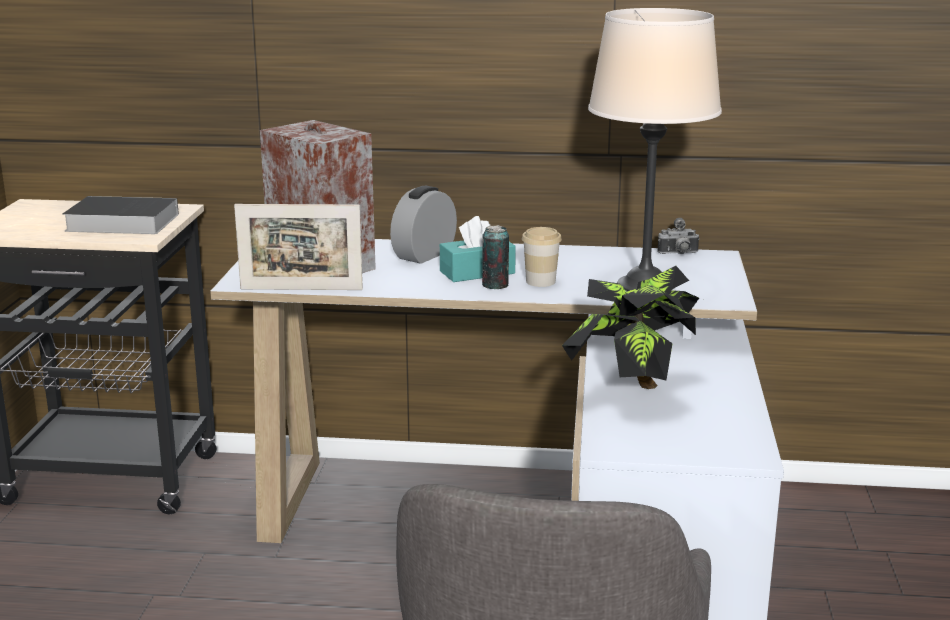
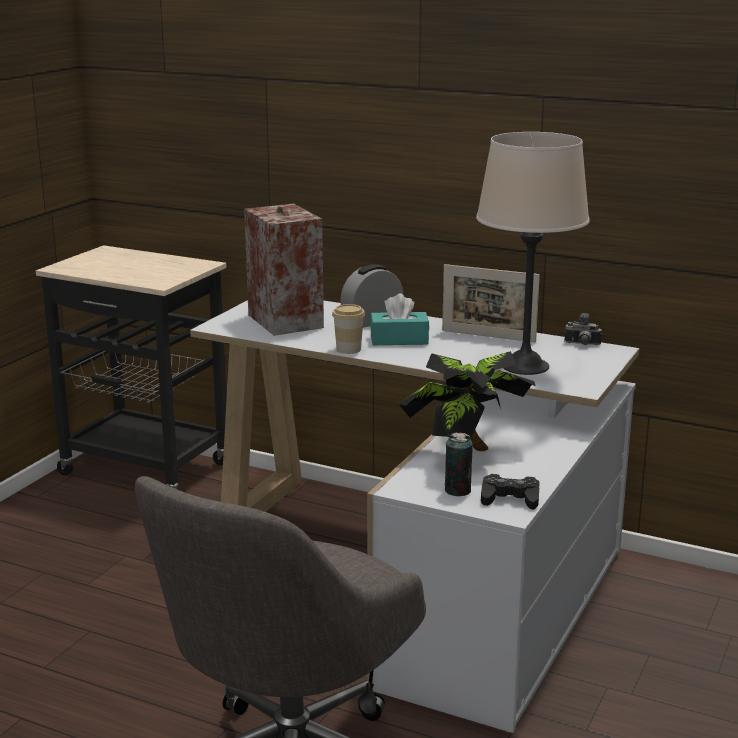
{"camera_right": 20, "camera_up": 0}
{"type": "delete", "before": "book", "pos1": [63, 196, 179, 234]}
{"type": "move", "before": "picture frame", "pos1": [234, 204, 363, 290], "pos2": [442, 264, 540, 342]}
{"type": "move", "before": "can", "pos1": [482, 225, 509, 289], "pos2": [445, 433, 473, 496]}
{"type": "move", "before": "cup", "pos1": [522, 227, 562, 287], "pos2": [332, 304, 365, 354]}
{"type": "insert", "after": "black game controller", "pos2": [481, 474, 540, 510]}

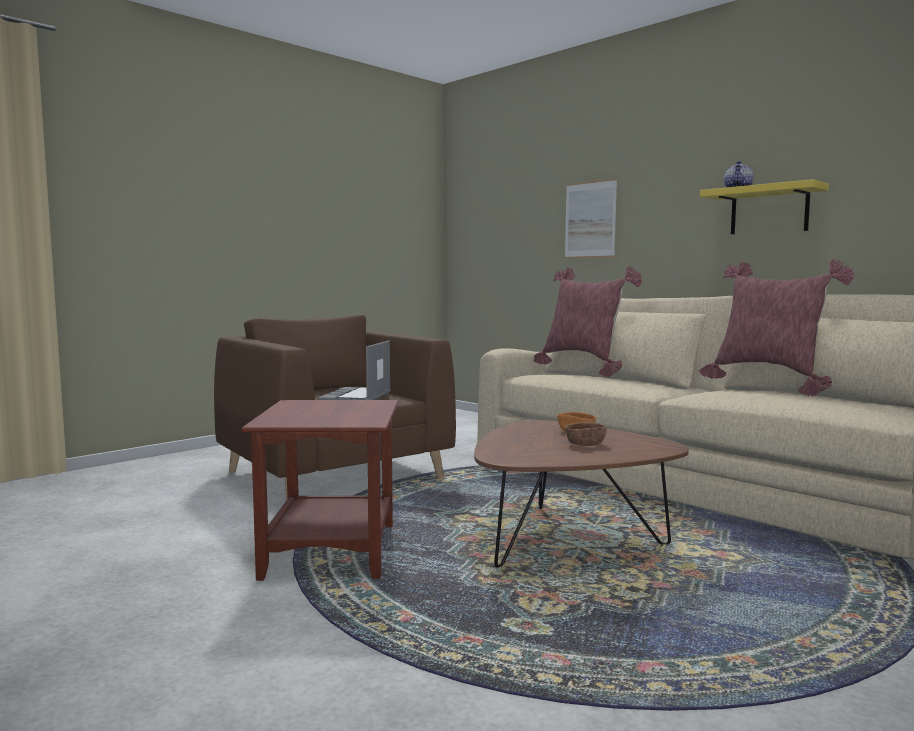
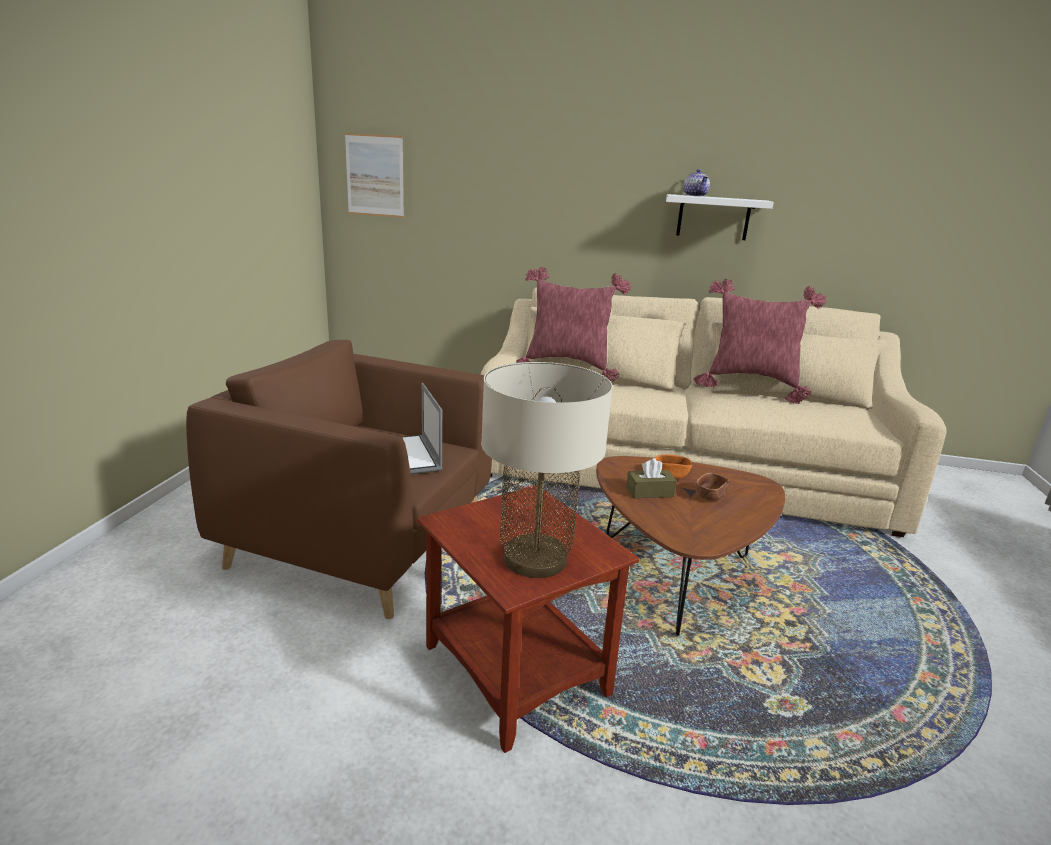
{"camera_right": -35, "camera_up": 15}
{"type": "move", "before": "picture", "pos1": [565, 178, 617, 258], "pos2": [345, 133, 404, 218]}
{"type": "recolor", "before": "yellow shelf", "after": "white shelf", "pos1": [700, 179, 829, 234], "pos2": [666, 194, 774, 240]}
{"type": "insert", "after": "table lamp", "pos2": [481, 362, 613, 578]}
{"type": "insert", "after": "brown tissue box", "pos2": [626, 458, 677, 498]}

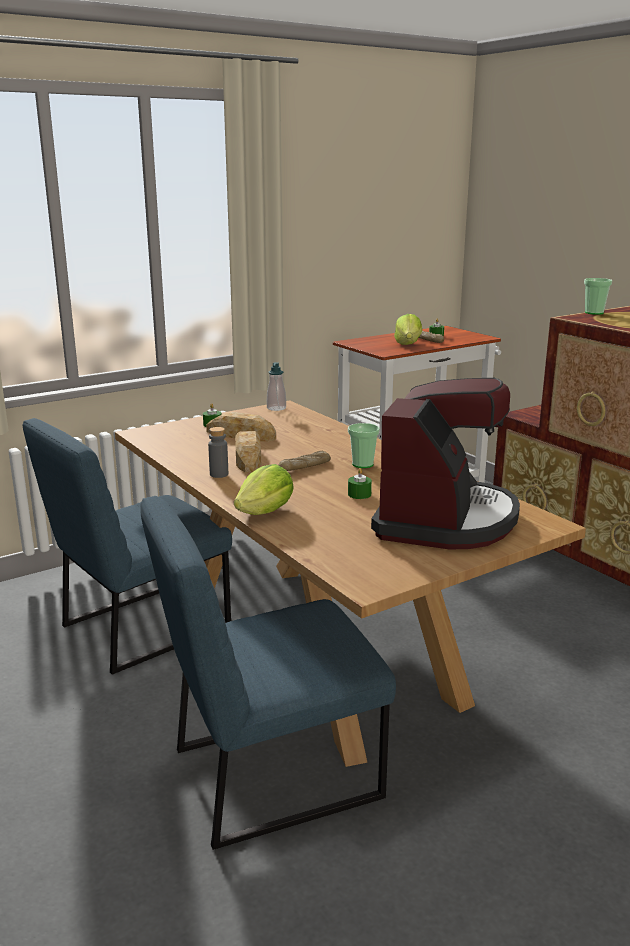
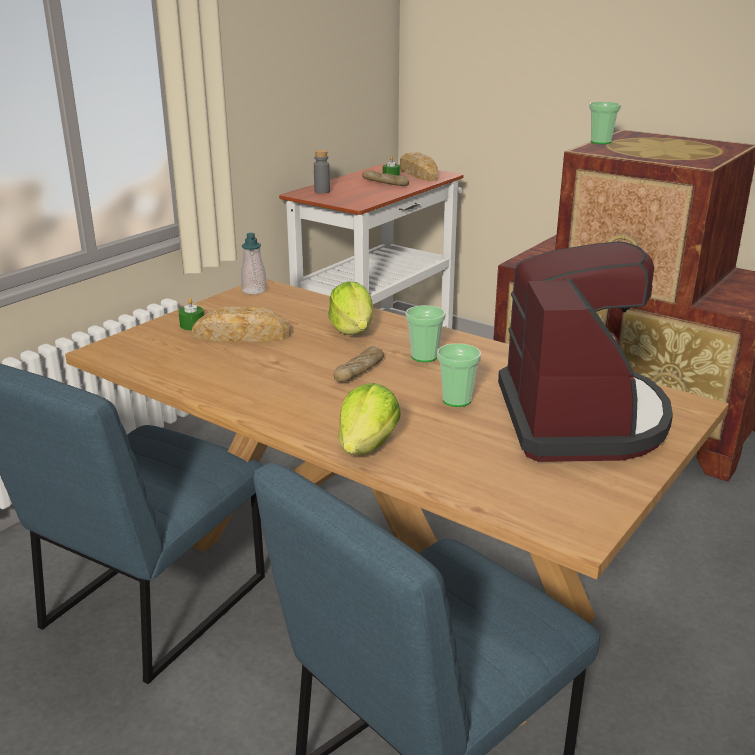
{"camera_right": -20, "camera_up": 5}
{"type": "move", "before": "lettuce", "pos1": [394, 314, 422, 345], "pos2": [328, 281, 374, 335]}
{"type": "move", "before": "grey bottle", "pos1": [208, 427, 228, 478], "pos2": [314, 150, 330, 194]}
{"type": "move", "before": "bread", "pos1": [235, 431, 261, 473], "pos2": [400, 152, 438, 181]}
{"type": "replace", "before": "green candle", "after": "cup", "pos1": [348, 468, 372, 499], "pos2": [437, 343, 481, 407]}

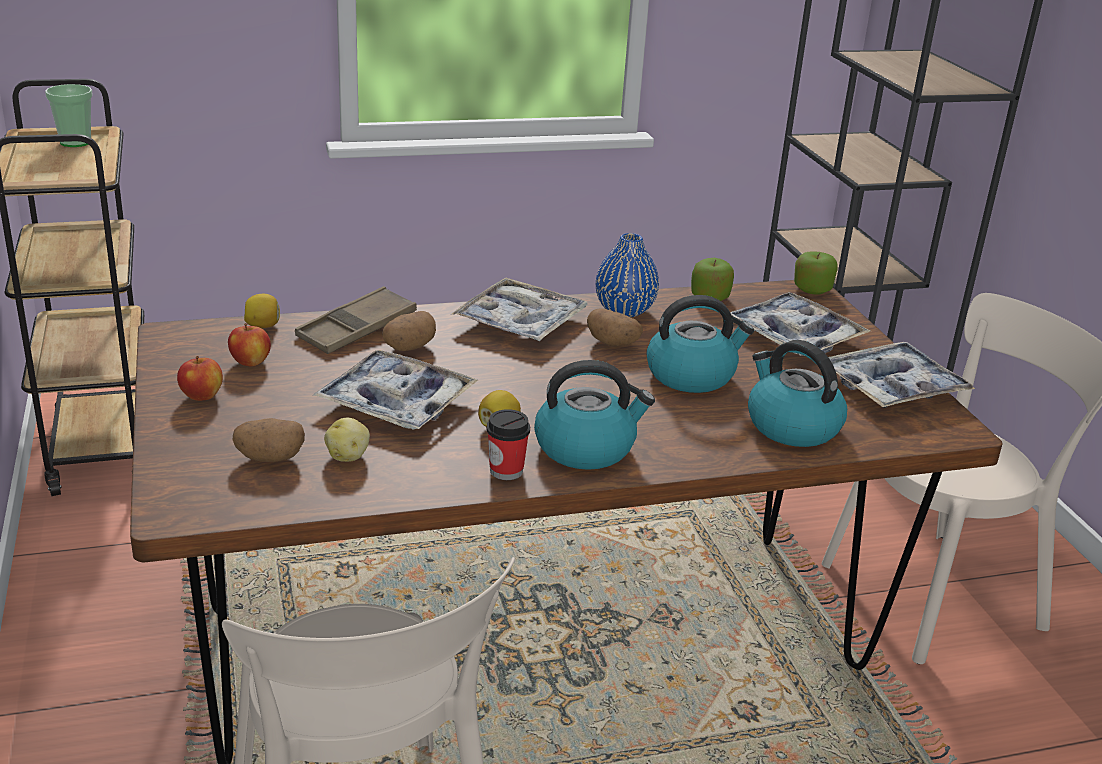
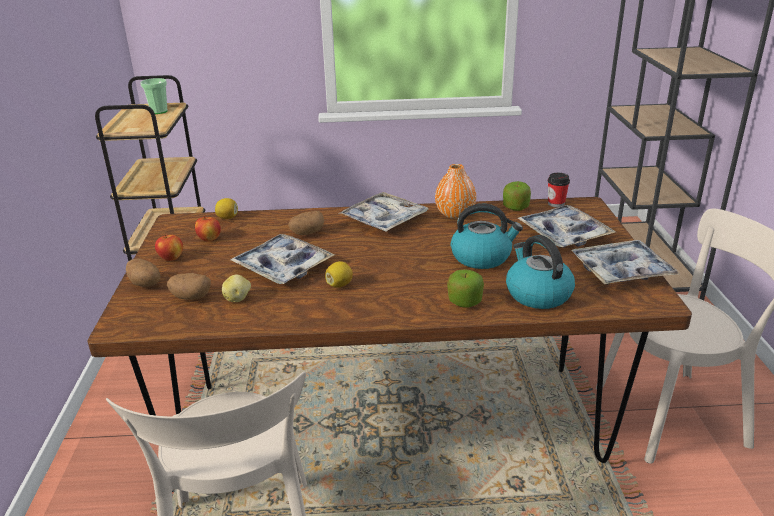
{"camera_right": 15, "camera_up": 0}
{"type": "recolor", "before": "blue vase", "after": "orange vase", "pos1": [596, 233, 659, 317], "pos2": [435, 164, 476, 219]}
{"type": "move", "before": "apple", "pos1": [794, 251, 837, 295], "pos2": [447, 270, 484, 308]}
{"type": "delete", "before": "brown tray", "pos1": [295, 286, 417, 354]}
{"type": "move", "before": "potato", "pos1": [587, 308, 643, 346], "pos2": [126, 259, 160, 287]}
{"type": "delete", "before": "kettle", "pos1": [534, 360, 655, 470]}
{"type": "move", "before": "cup", "pos1": [486, 409, 530, 480], "pos2": [548, 173, 570, 207]}

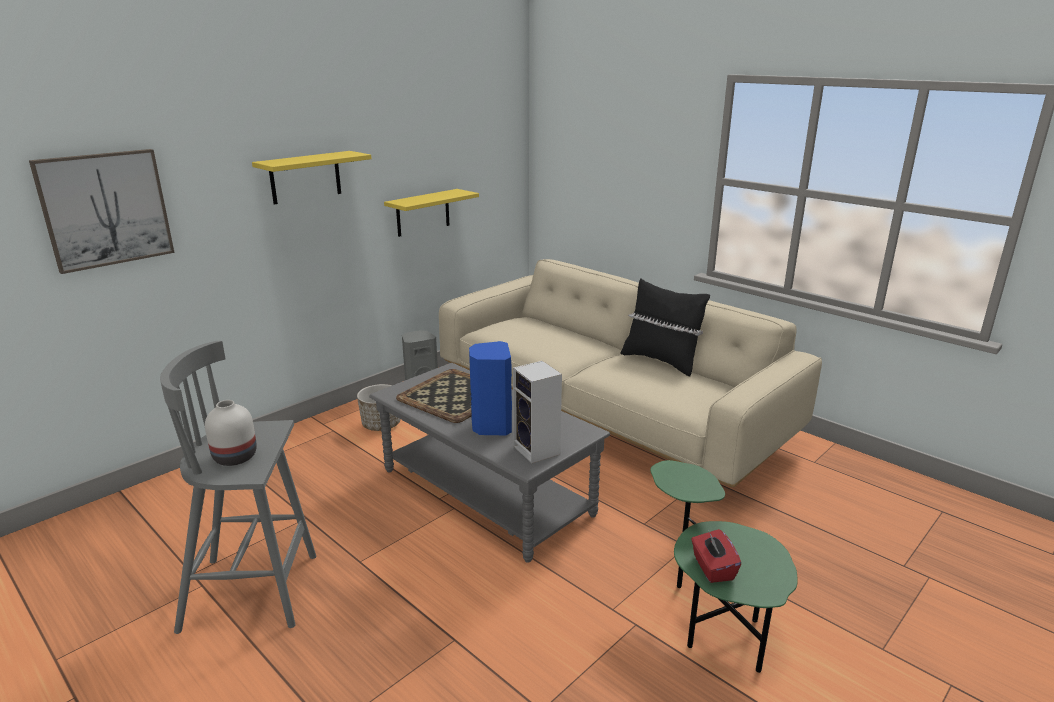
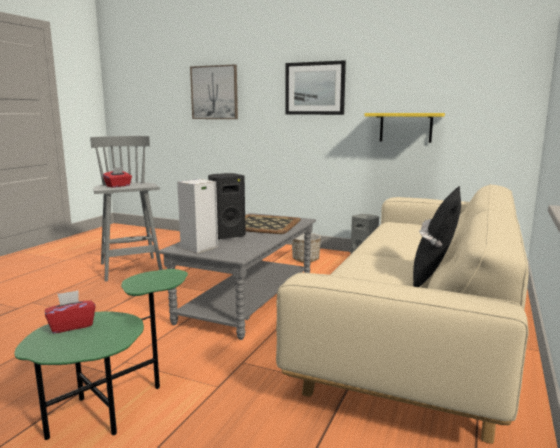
{"camera_right": 70, "camera_up": -10}
{"type": "replace", "before": "yellow shelf", "after": "picture", "pos1": [252, 151, 372, 204], "pos2": [285, 60, 346, 115]}
{"type": "recolor", "before": "blue speaker", "after": "black speaker", "pos1": [469, 341, 512, 435], "pos2": [208, 173, 246, 240]}
{"type": "replace", "before": "white vase", "after": "red tissue box", "pos1": [205, 400, 257, 466], "pos2": [103, 167, 132, 187]}

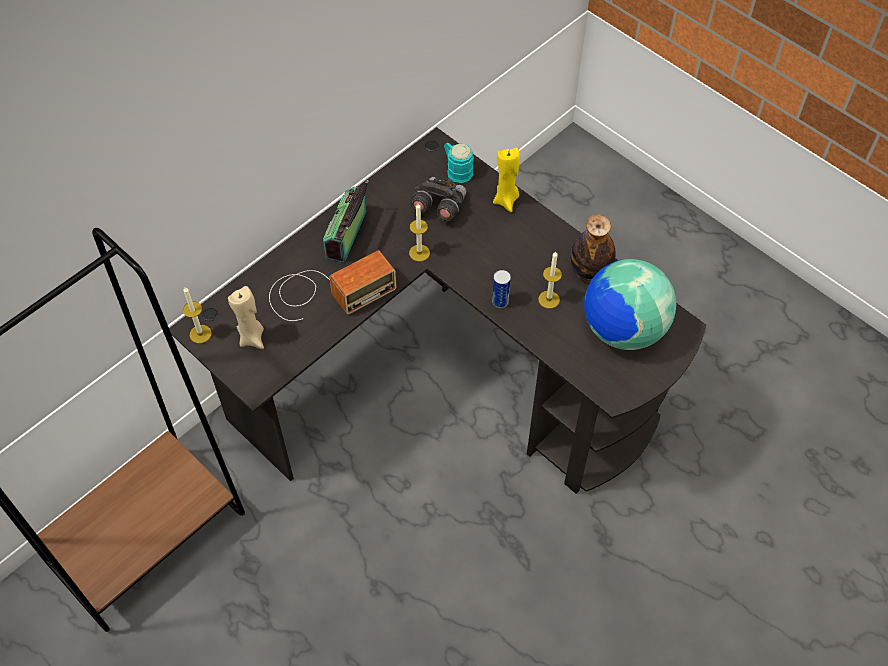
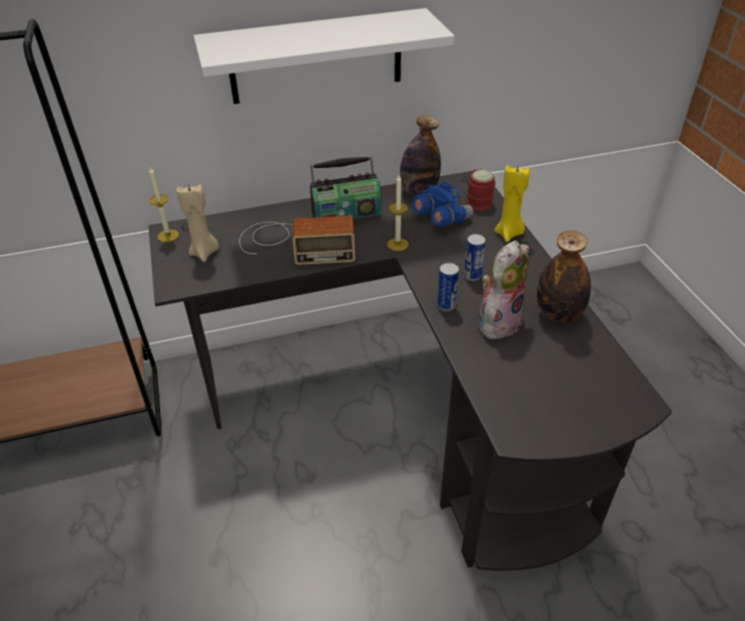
{"camera_right": 30, "camera_up": -15}
{"type": "recolor", "before": "turquoise mug", "after": "red mug", "pos1": [444, 142, 474, 183], "pos2": [466, 169, 495, 210]}
{"type": "recolor", "before": "grey binoculars", "after": "blue binoculars", "pos1": [410, 175, 467, 221], "pos2": [412, 181, 473, 227]}
{"type": "rotate", "before": "radio", "pos1": [323, 180, 369, 263], "pos2": [310, 156, 381, 219], "turn": -150}
{"type": "replace", "before": "candle", "after": "plush toy", "pos1": [538, 251, 562, 309], "pos2": [479, 240, 530, 340]}
{"type": "delete", "before": "globe", "pos1": [584, 259, 676, 350]}
{"type": "insert", "after": "white shelf", "pos2": [194, 8, 454, 104]}
{"type": "insert", "after": "bottle", "pos2": [400, 116, 441, 196]}
{"type": "insert", "after": "can", "pos2": [464, 234, 486, 281]}

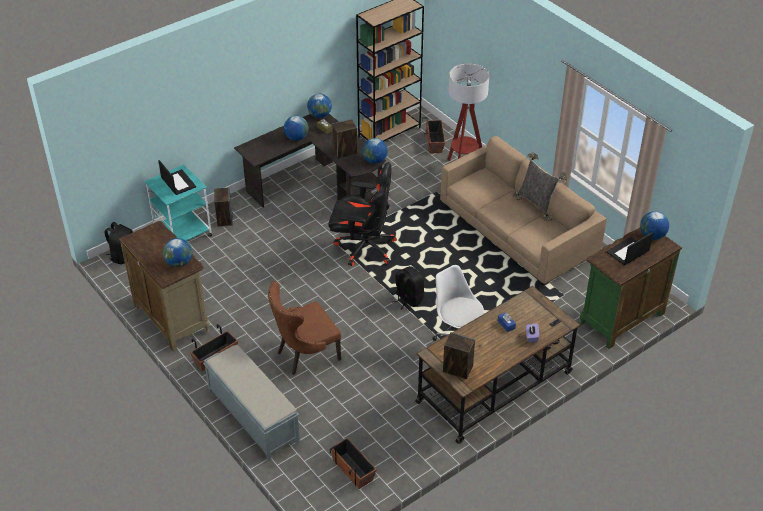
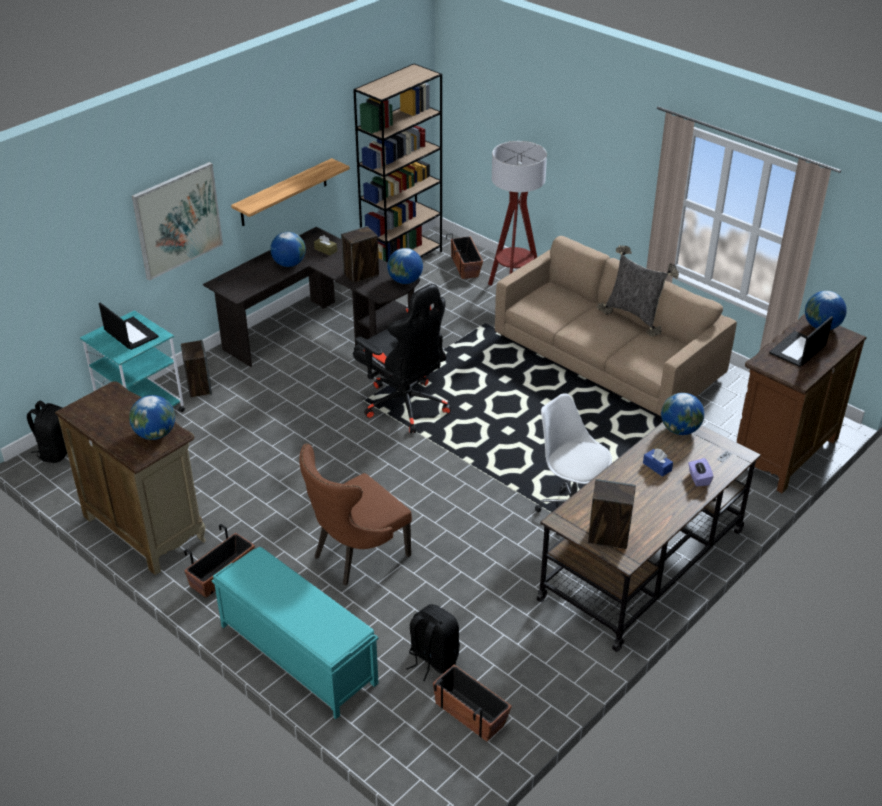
{"camera_right": -10, "camera_up": -5}
{"type": "move", "before": "globe", "pos1": [307, 94, 332, 118], "pos2": [661, 393, 704, 435]}
{"type": "rotate", "before": "black office chair", "pos1": [328, 162, 397, 266], "pos2": [353, 284, 451, 433], "turn": 45}
{"type": "recolor", "before": "green dresser", "after": "brown dresser", "pos1": [580, 227, 682, 349], "pos2": [736, 314, 867, 493]}
{"type": "move", "before": "black backpack", "pos1": [392, 266, 424, 310], "pos2": [406, 604, 460, 681]}
{"type": "recolor", "before": "grey bench", "after": "turquoise bench", "pos1": [203, 345, 300, 461], "pos2": [212, 547, 378, 719]}
{"type": "insert", "after": "shelf", "pos2": [231, 158, 350, 226]}
{"type": "insert", "after": "picture", "pos2": [132, 162, 223, 281]}

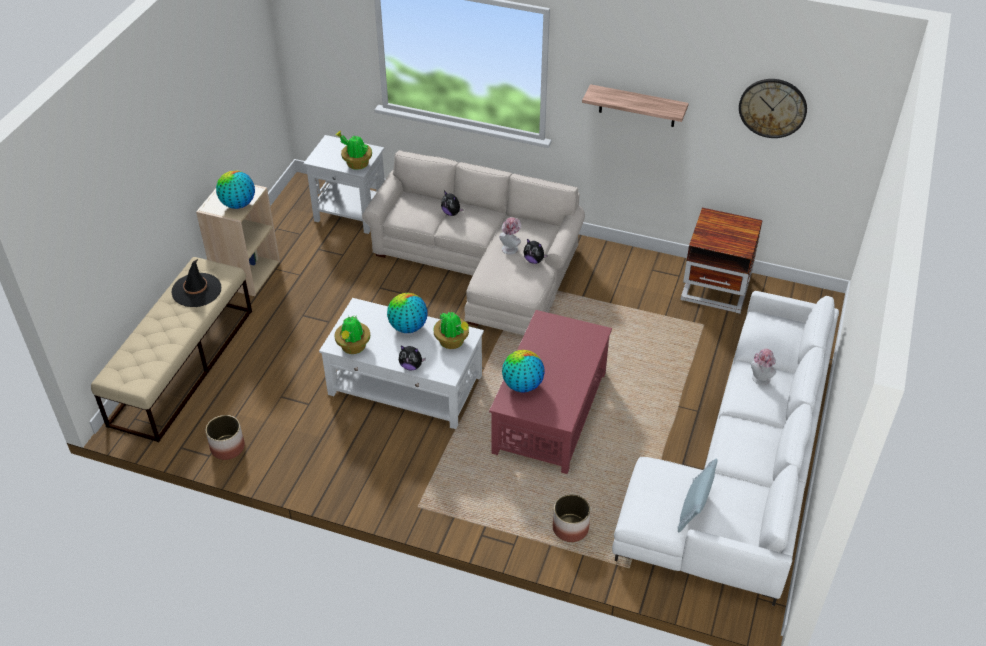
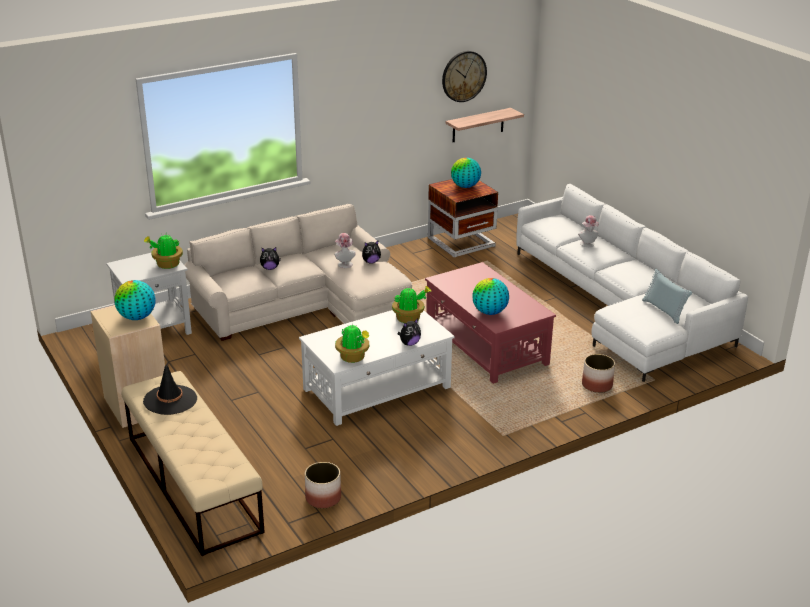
{"camera_right": -50, "camera_up": -15}
{"type": "move", "before": "shelf", "pos1": [582, 84, 689, 127], "pos2": [446, 108, 524, 142]}
{"type": "move", "before": "globe", "pos1": [387, 293, 428, 333], "pos2": [451, 158, 481, 188]}

